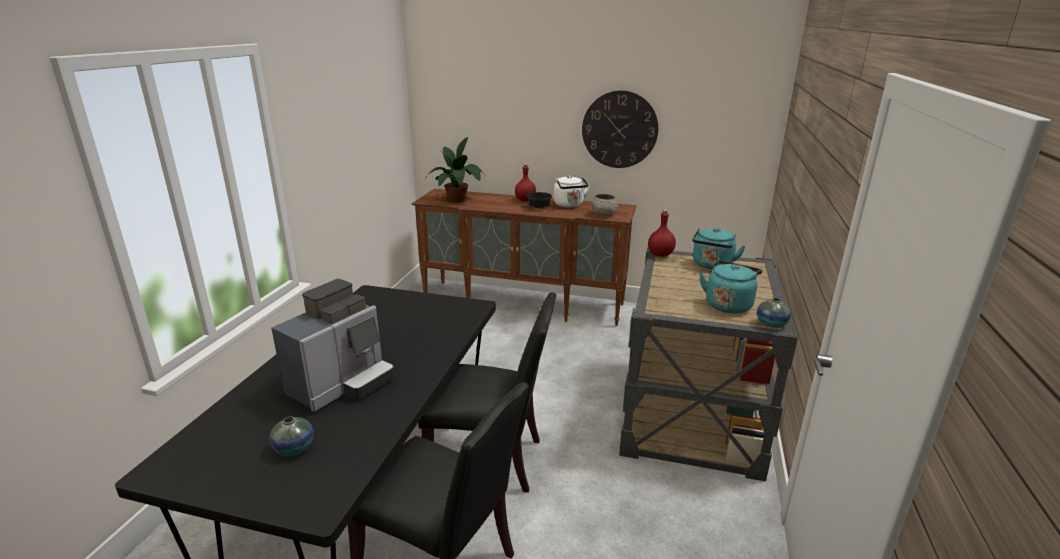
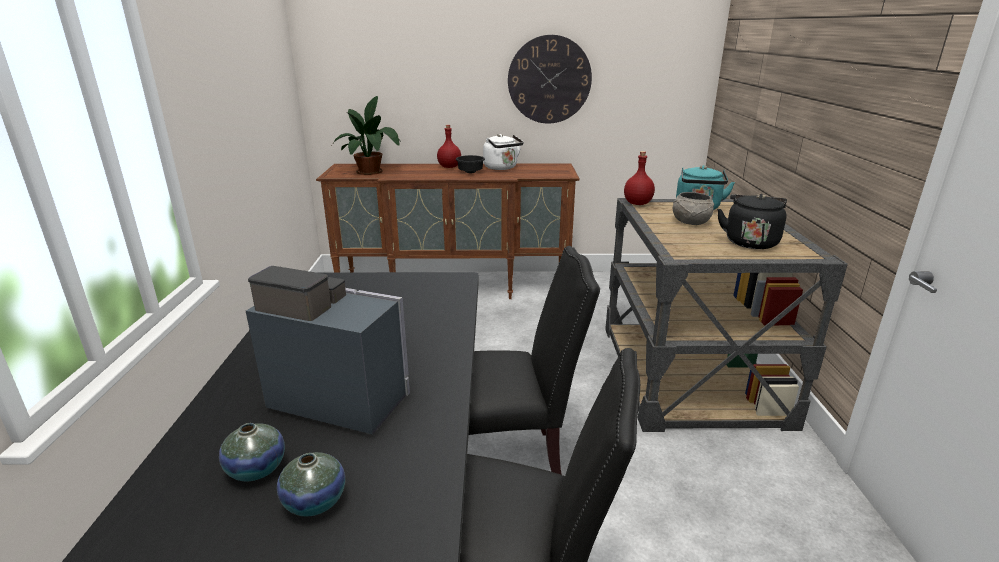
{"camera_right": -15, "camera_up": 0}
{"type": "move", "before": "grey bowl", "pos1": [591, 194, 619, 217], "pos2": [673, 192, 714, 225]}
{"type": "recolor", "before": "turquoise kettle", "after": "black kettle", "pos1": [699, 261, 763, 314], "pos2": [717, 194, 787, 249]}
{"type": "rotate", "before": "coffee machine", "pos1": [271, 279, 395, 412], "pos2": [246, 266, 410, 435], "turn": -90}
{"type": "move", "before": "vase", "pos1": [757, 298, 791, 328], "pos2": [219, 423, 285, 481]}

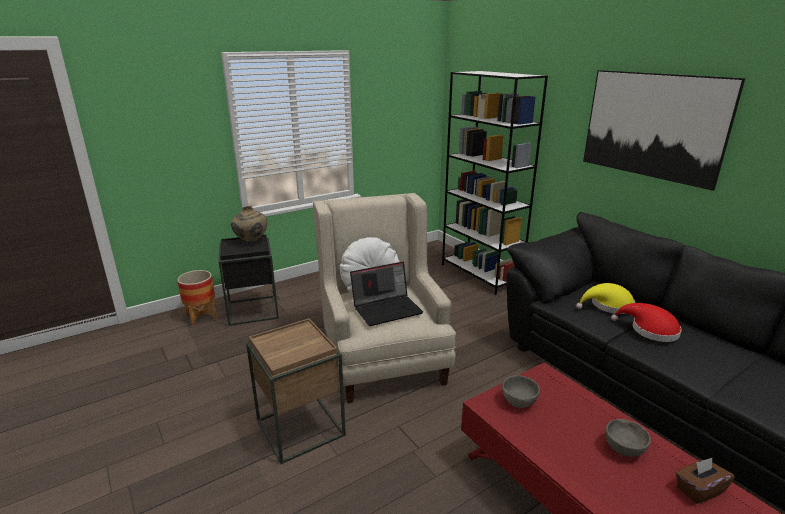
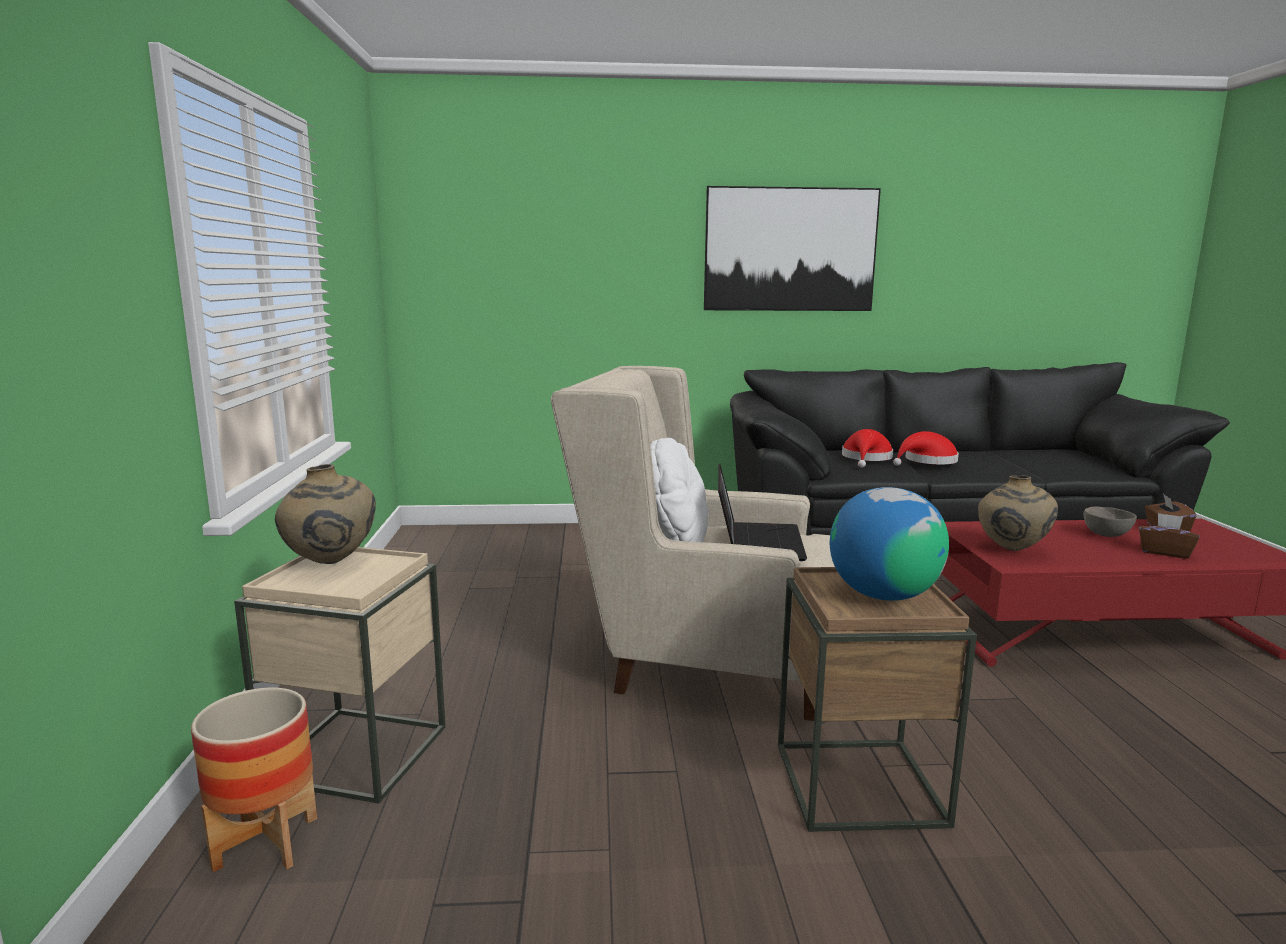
{"camera_right": -60, "camera_up": -10}
{"type": "delete", "before": "white bookcase", "pos1": [442, 71, 548, 295]}
{"type": "recolor", "before": "black side table", "after": "beige side table", "pos1": [218, 235, 279, 326], "pos2": [234, 547, 446, 804]}
{"type": "recolor", "before": "yellow hat", "after": "red hat", "pos1": [576, 283, 635, 314], "pos2": [842, 429, 893, 468]}
{"type": "replace", "before": "grey bowl", "after": "beige vase", "pos1": [502, 375, 540, 408], "pos2": [978, 475, 1058, 551]}
{"type": "insert", "after": "globe", "pos2": [830, 487, 949, 601]}
{"type": "insert", "after": "brown tissue box", "pos2": [1139, 513, 1200, 559]}

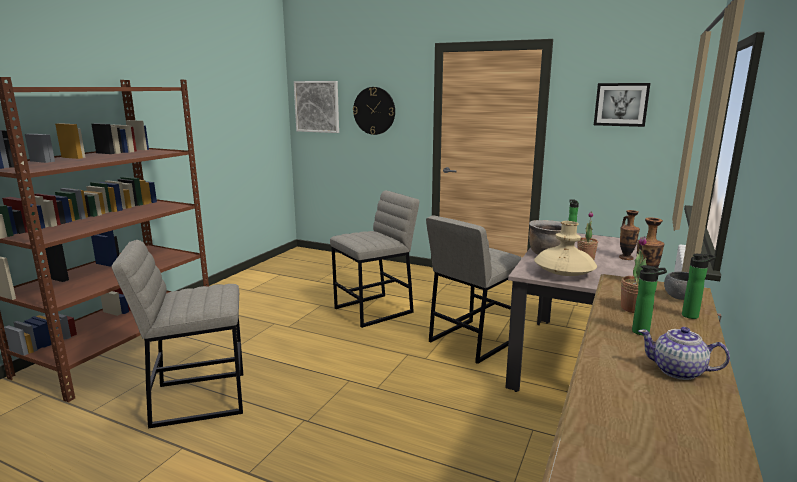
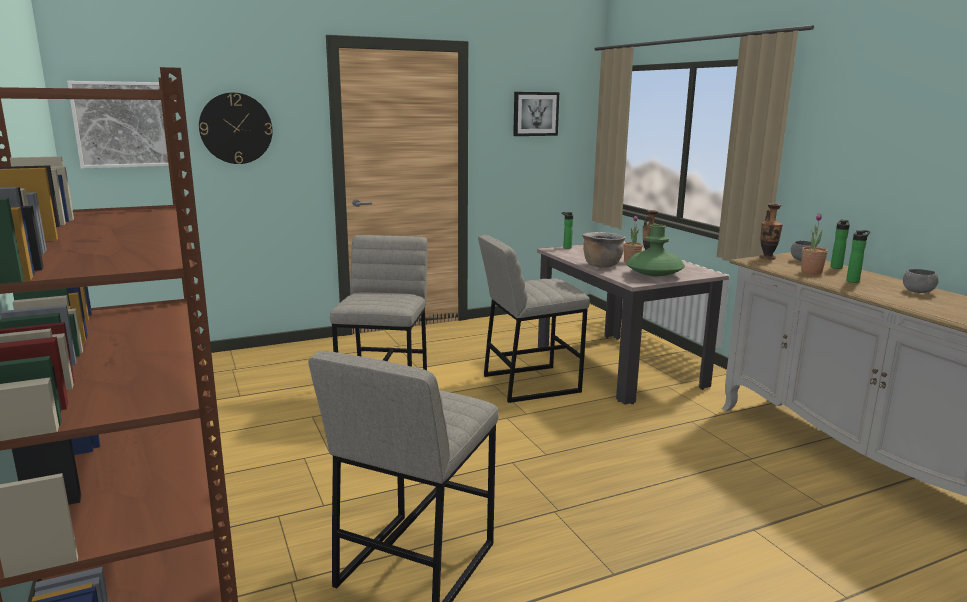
{"camera_right": -50, "camera_up": 0}
{"type": "rotate", "before": "grey chair", "pos1": [426, 215, 522, 364], "pos2": [478, 235, 590, 403], "turn": 75}
{"type": "recolor", "before": "beige vase", "after": "green vase", "pos1": [534, 221, 597, 276], "pos2": [626, 224, 685, 277]}
{"type": "replace", "before": "teapot", "after": "grey bowl", "pos1": [638, 327, 730, 380], "pos2": [903, 269, 939, 293]}

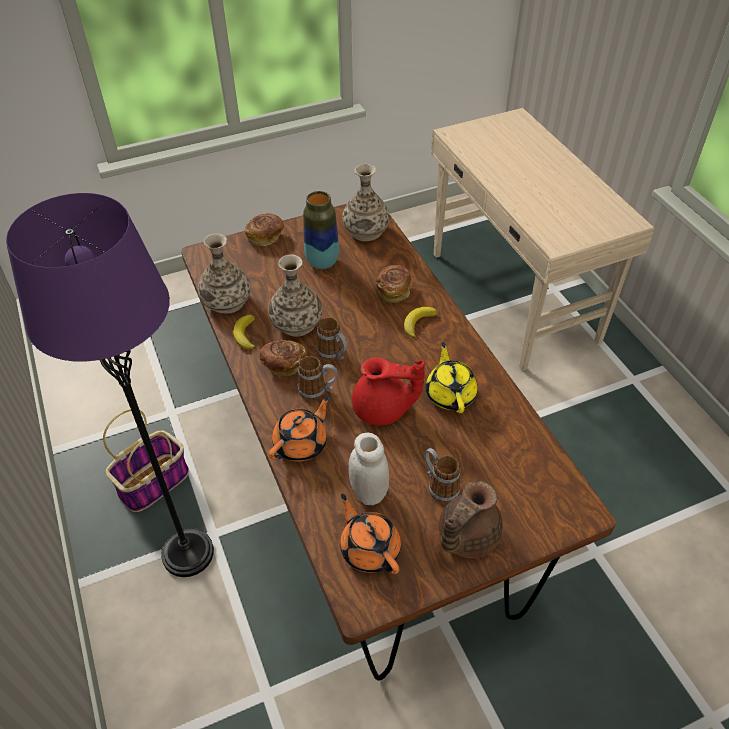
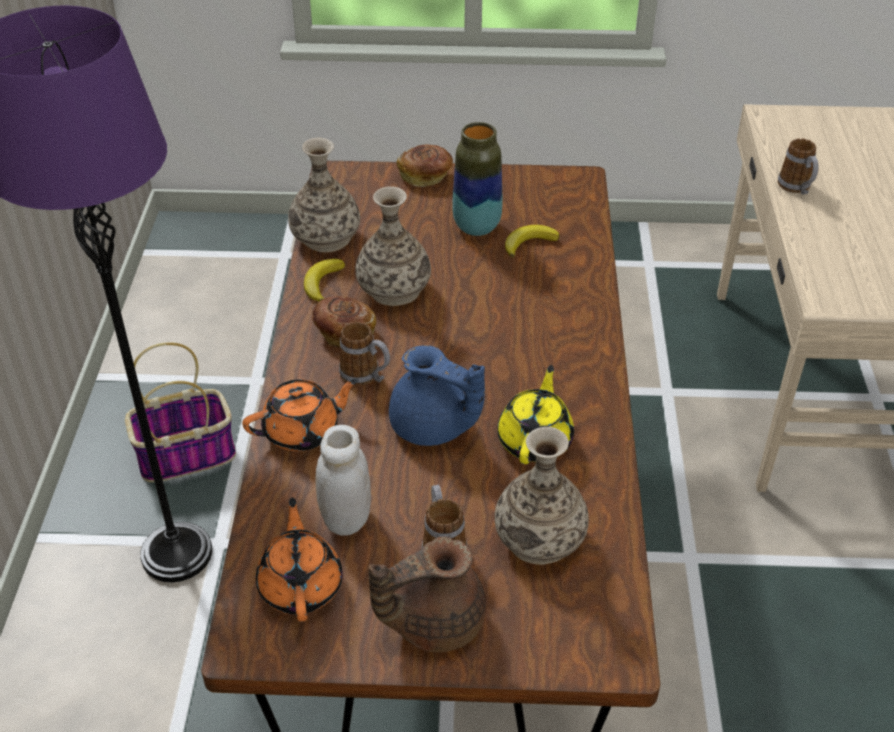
{"camera_right": 25, "camera_up": -5}
{"type": "move", "before": "vase", "pos1": [342, 164, 390, 241], "pos2": [494, 427, 589, 565]}
{"type": "delete", "before": "bread", "pos1": [376, 265, 411, 303]}
{"type": "move", "before": "banana", "pos1": [404, 307, 437, 339], "pos2": [505, 225, 560, 258]}
{"type": "move", "before": "mug", "pos1": [317, 317, 347, 360], "pos2": [778, 138, 819, 194]}
{"type": "recolor", "before": "red teapot", "after": "blue teapot", "pos1": [352, 357, 425, 425], "pos2": [389, 345, 485, 446]}

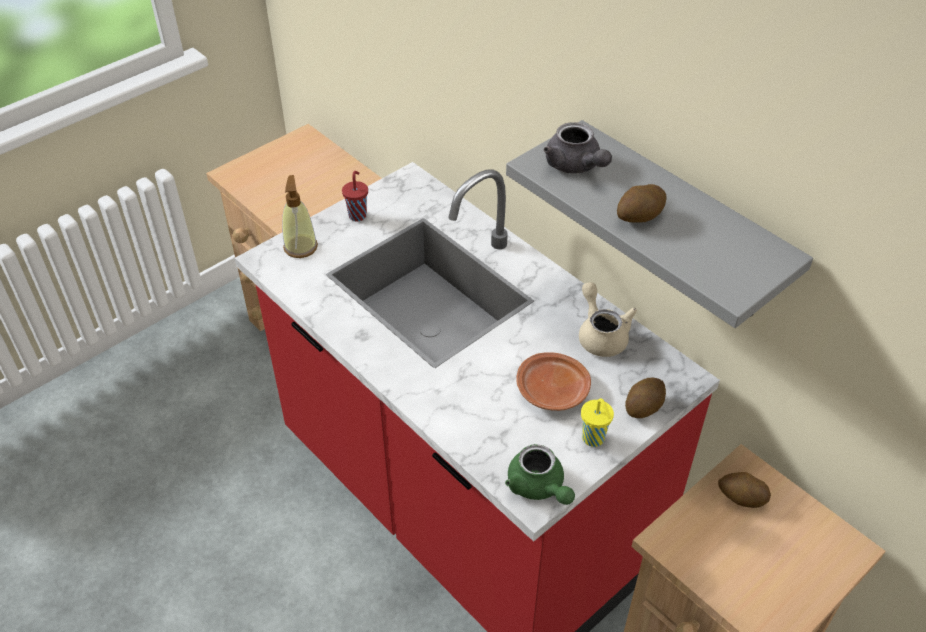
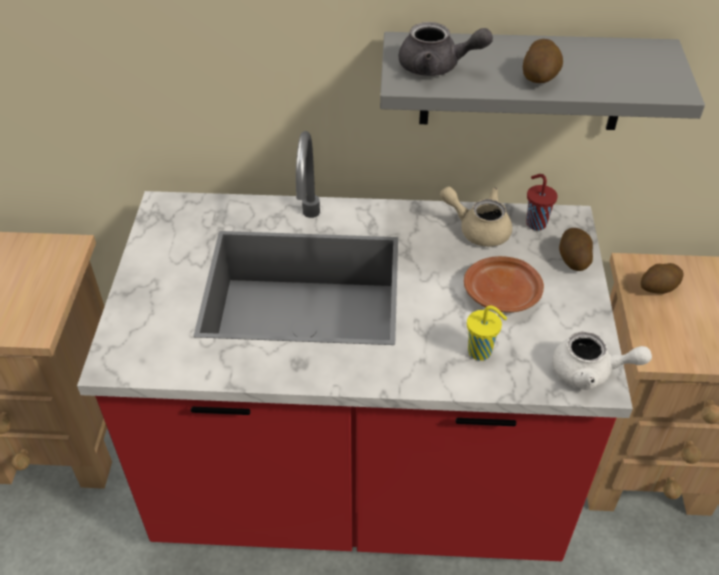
{"camera_right": -45, "camera_up": 0}
{"type": "move", "before": "red cup", "pos1": [342, 171, 368, 221], "pos2": [526, 174, 558, 230]}
{"type": "delete", "before": "soap dispenser", "pos1": [282, 175, 318, 258]}
{"type": "move", "before": "yellow cup", "pos1": [581, 398, 614, 447], "pos2": [467, 305, 507, 361]}
{"type": "recolor", "before": "green teapot", "after": "white teapot", "pos1": [505, 444, 575, 505], "pos2": [552, 332, 652, 390]}

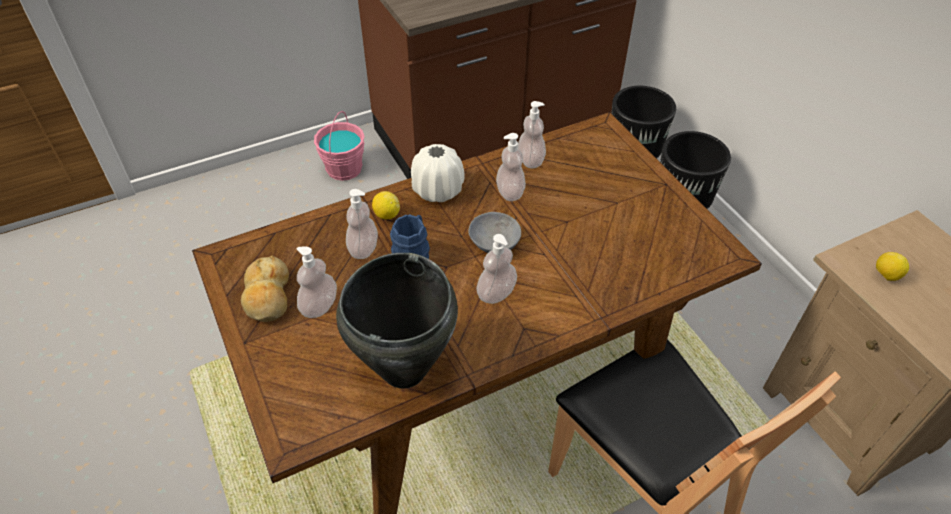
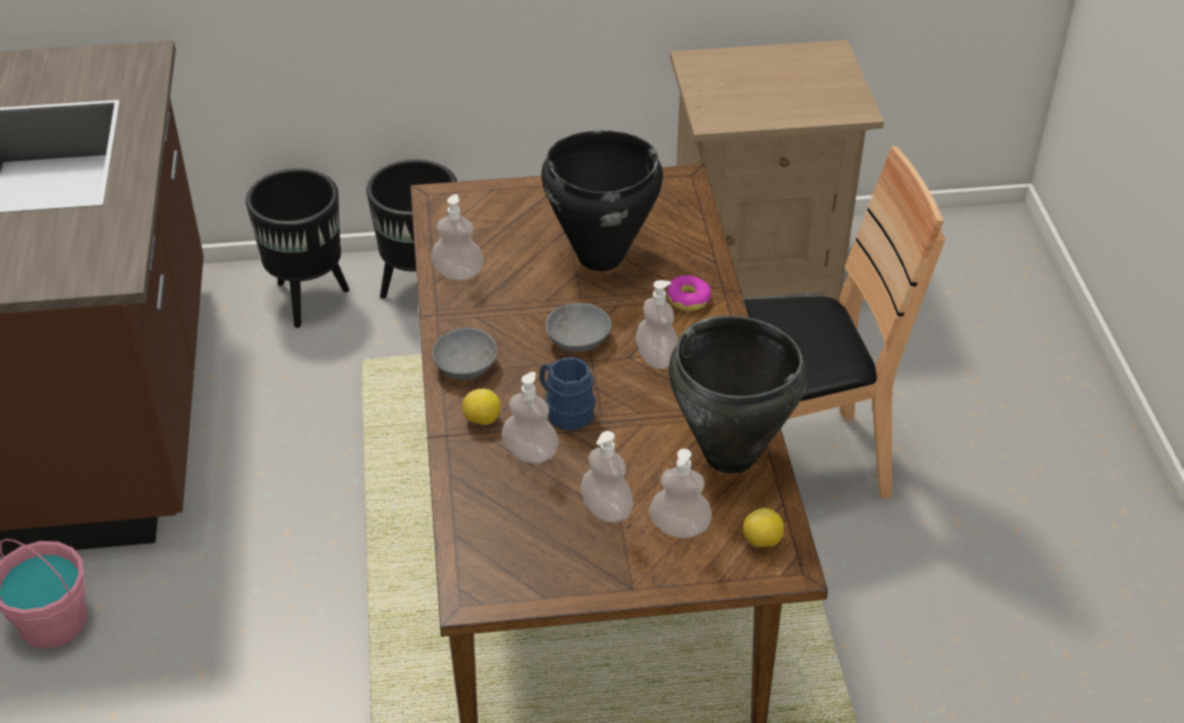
{"camera_right": -70, "camera_up": -5}
{"type": "move", "before": "soap dispenser", "pos1": [496, 133, 526, 201], "pos2": [650, 449, 712, 538]}
{"type": "replace", "before": "white vase", "after": "grey bowl", "pos1": [411, 144, 465, 202], "pos2": [432, 327, 497, 379]}
{"type": "move", "before": "lemon", "pos1": [876, 252, 909, 281], "pos2": [743, 508, 784, 547]}
{"type": "delete", "before": "bread", "pos1": [241, 256, 289, 322]}
{"type": "insert", "after": "black cooking pot", "pos2": [541, 130, 663, 271]}
{"type": "insert", "after": "donut", "pos2": [667, 275, 712, 311]}

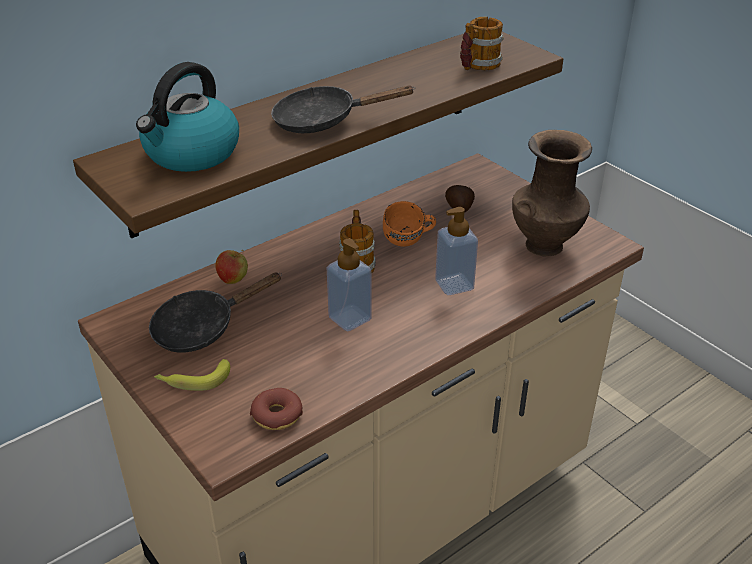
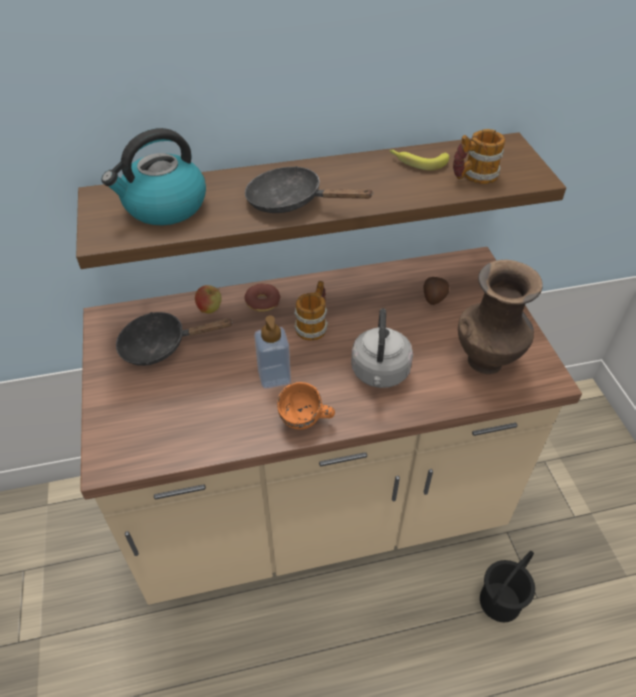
{"camera_right": 25, "camera_up": 10}
{"type": "move", "before": "orange mug", "pos1": [383, 201, 436, 247], "pos2": [277, 382, 335, 430]}
{"type": "replace", "before": "soap dispenser", "after": "grey kettle", "pos1": [435, 207, 478, 295], "pos2": [351, 308, 413, 388]}
{"type": "move", "before": "banana", "pos1": [154, 359, 230, 391], "pos2": [389, 149, 449, 170]}
{"type": "move", "before": "donut", "pos1": [250, 388, 303, 430], "pos2": [244, 284, 281, 312]}
{"type": "insert", "after": "black bucket", "pos2": [480, 551, 535, 622]}

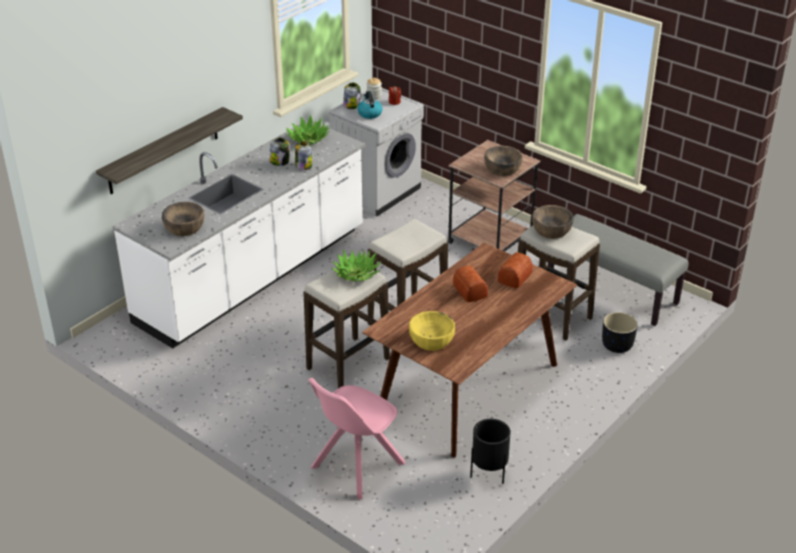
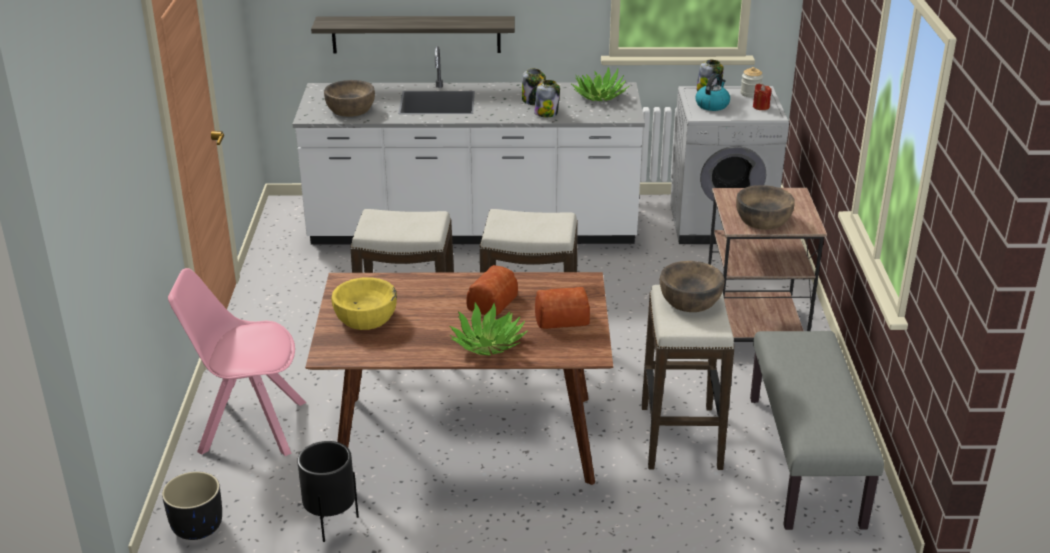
{"camera_right": 50, "camera_up": -5}
{"type": "move", "before": "potted plant", "pos1": [331, 250, 381, 282], "pos2": [449, 302, 528, 356]}
{"type": "move", "before": "black planter", "pos1": [602, 312, 638, 353], "pos2": [162, 471, 222, 540]}

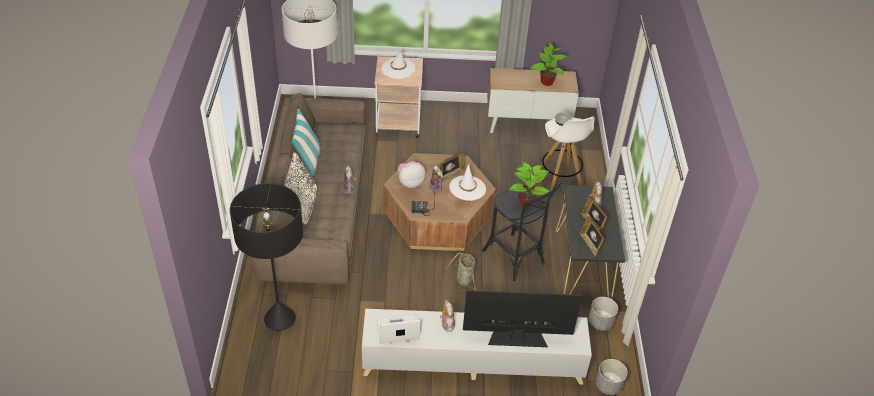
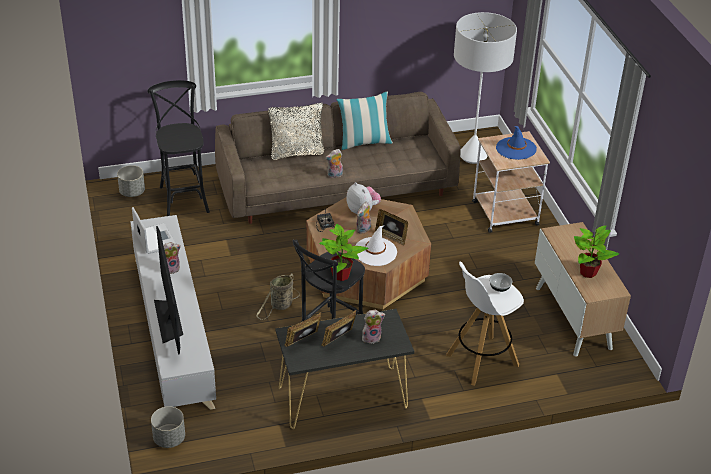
{"camera_right": 75, "camera_up": -5}
{"type": "recolor", "before": "white hat", "after": "blue hat", "pos1": [382, 50, 415, 79], "pos2": [496, 126, 537, 160]}
{"type": "replace", "before": "black floor lamp", "after": "black stool", "pos1": [230, 183, 303, 331], "pos2": [148, 80, 210, 216]}
{"type": "move", "before": "grey planter", "pos1": [588, 297, 618, 330], "pos2": [117, 165, 145, 197]}

